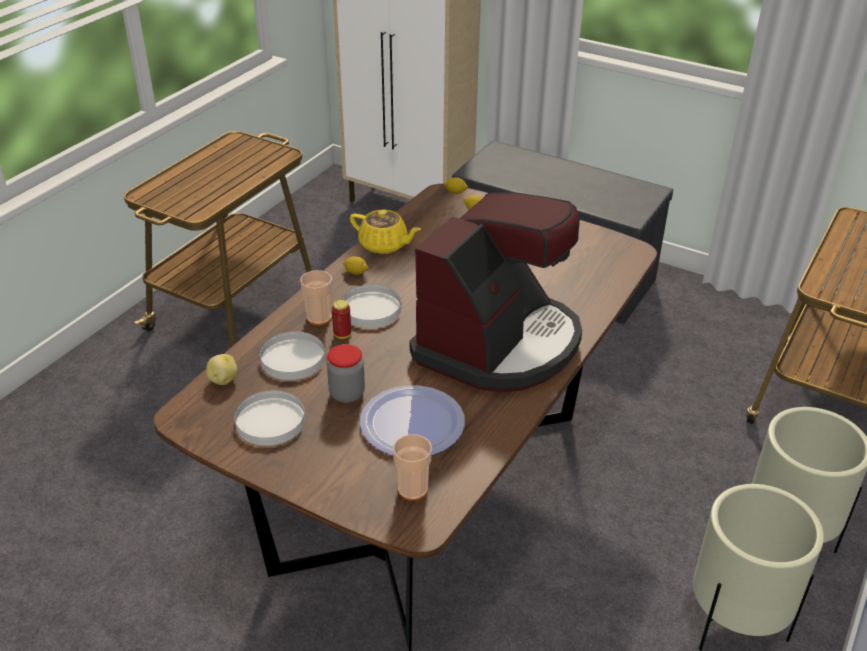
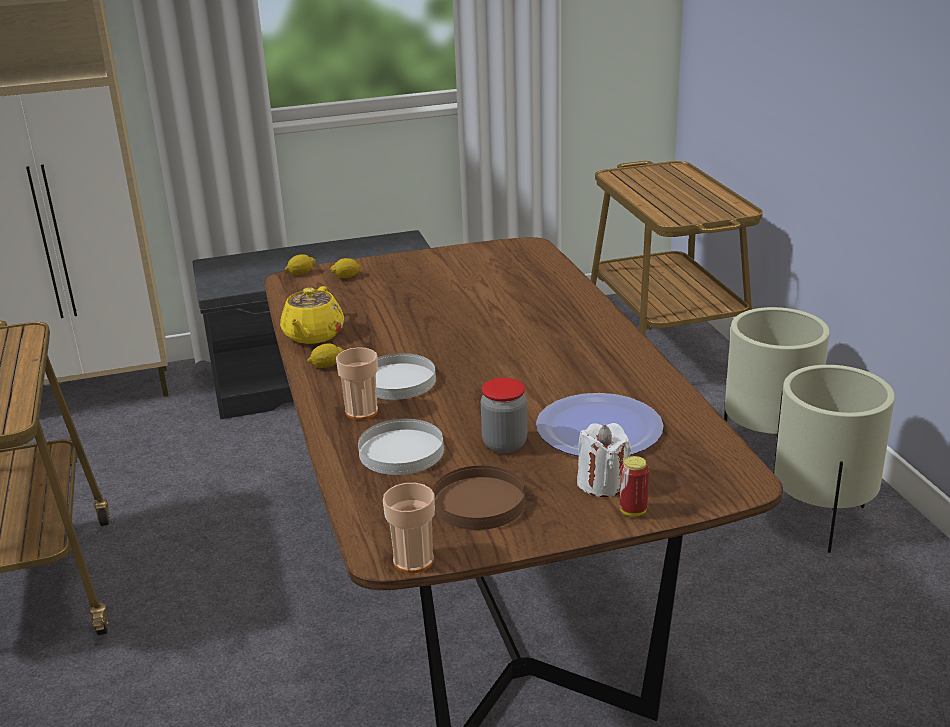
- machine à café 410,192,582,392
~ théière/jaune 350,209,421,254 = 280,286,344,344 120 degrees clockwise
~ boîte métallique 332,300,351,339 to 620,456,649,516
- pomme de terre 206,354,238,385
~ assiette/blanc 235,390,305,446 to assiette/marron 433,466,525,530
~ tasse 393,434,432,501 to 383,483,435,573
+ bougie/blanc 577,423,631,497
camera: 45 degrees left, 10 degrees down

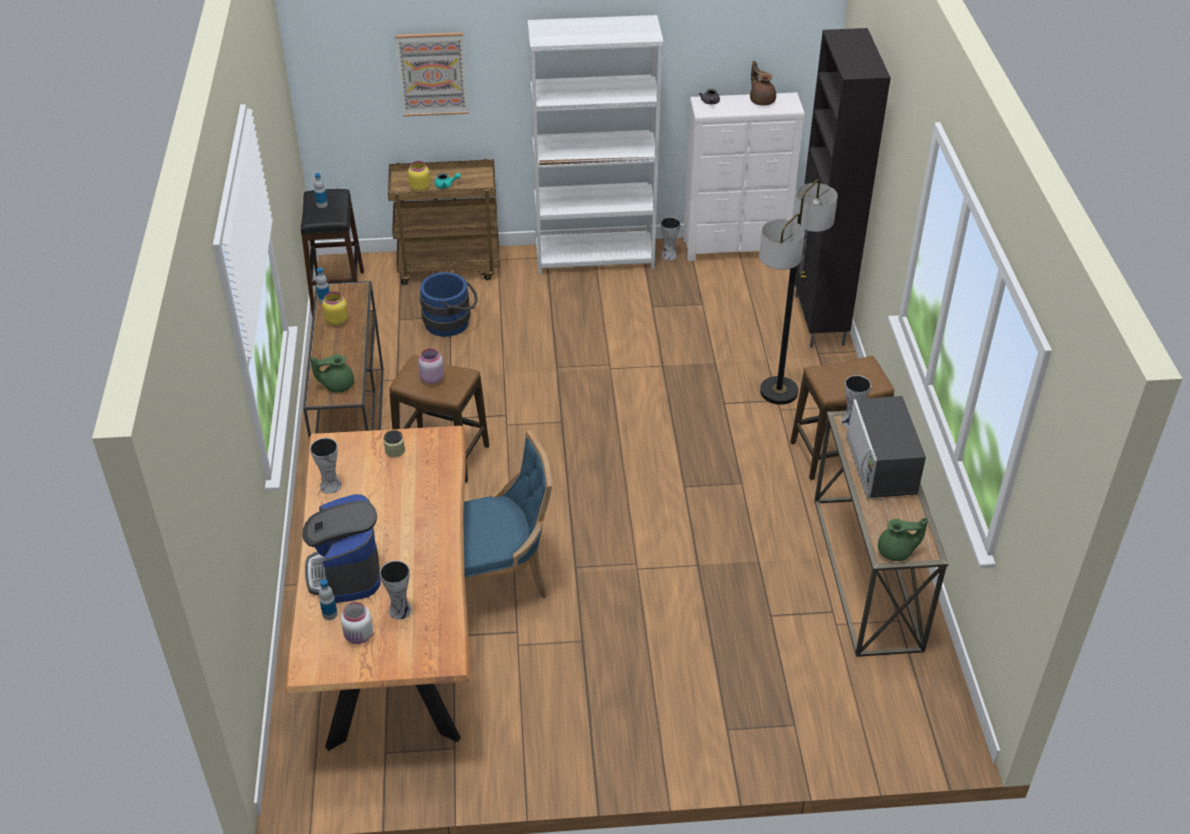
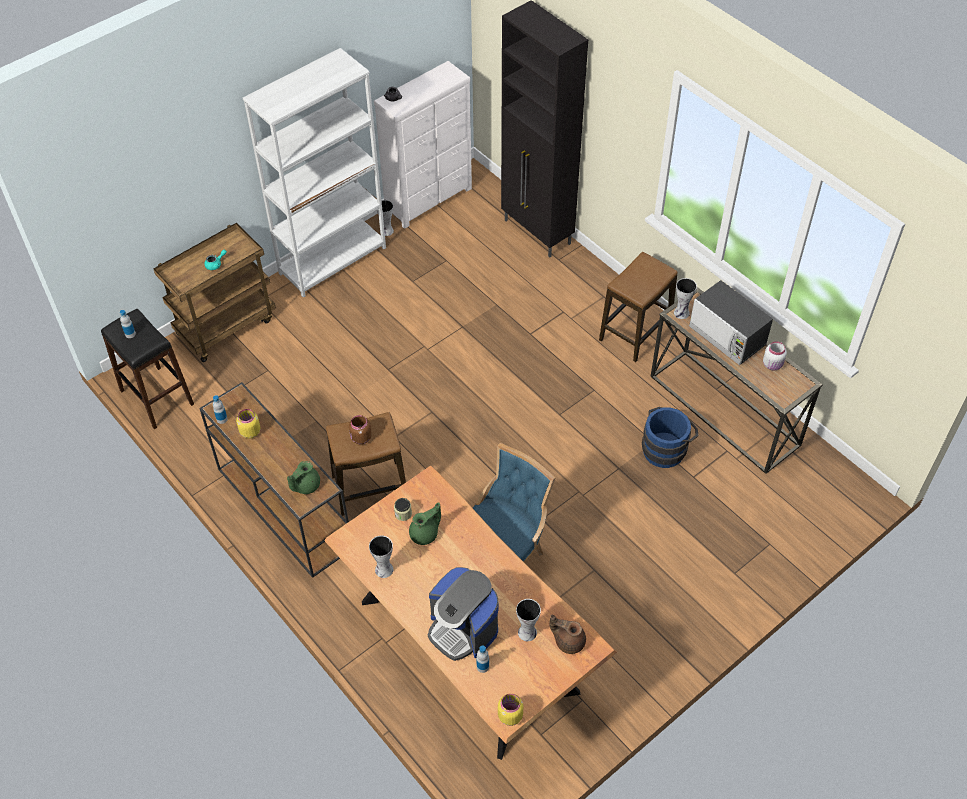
- tableau 395,32,468,117
~ théière/marron 750,61,776,106 to 549,614,586,654
~ bocal/jaune 408,161,430,191 to 498,694,523,726
- lampadaire 759,179,838,405
~ seau/bleu 420,272,478,337 to 642,407,698,468
~ bocal/rose 418,349,444,384 to bocal/marron 349,415,372,444
~ théière/vert 878,518,928,561 to 409,503,441,545
~ bocal/blanc 341,602,373,644 to 763,341,787,371
camera: 35 degrees left, 10 degrees up

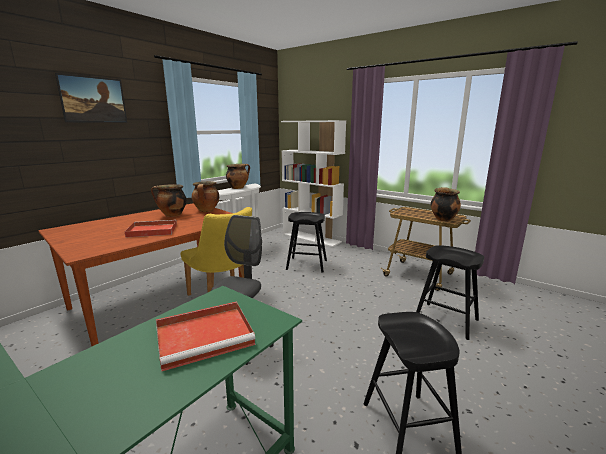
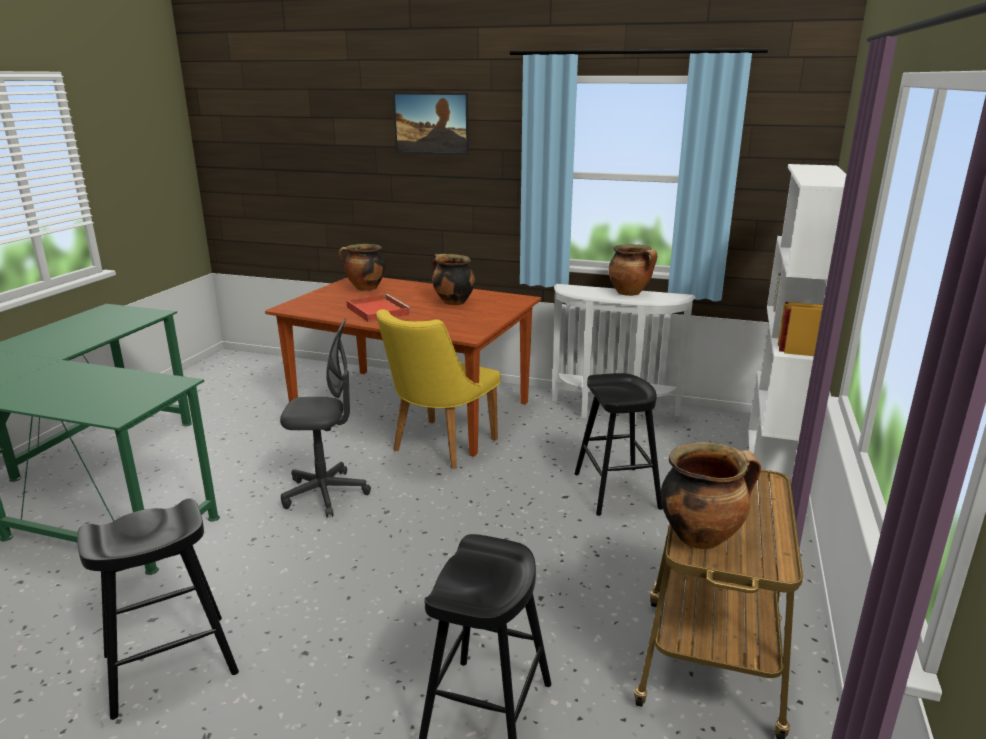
~ marmite 192,181,219,212 to 339,244,385,291
- plateau/rouge 156,302,256,372
camera: 70 degrees right, 5 degrees up

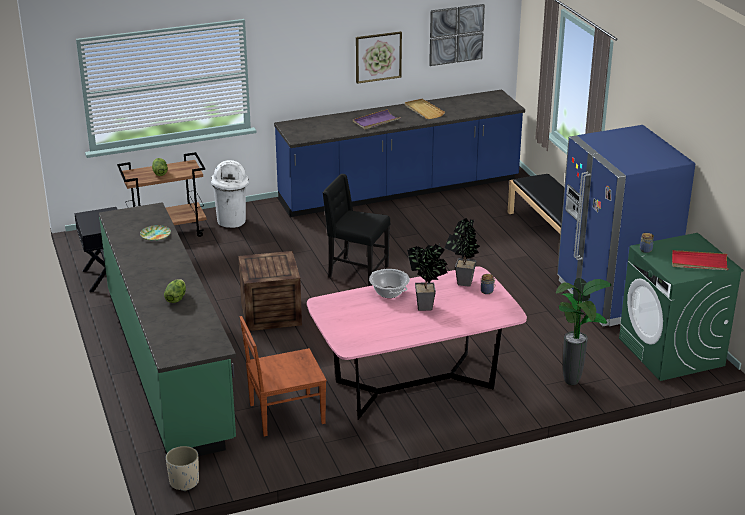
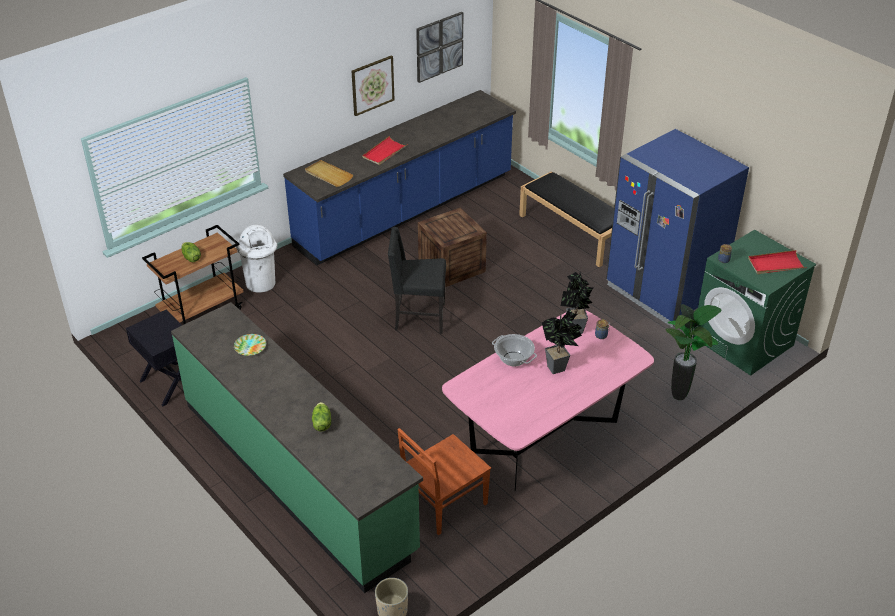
~ plateau/beige 405,99,445,119 to 305,160,353,187
~ plateau/violet 353,109,401,129 to plateau/rouge 362,136,408,165
~ caisse 238,251,302,331 to 418,208,487,287
camera: 20 degrees left, 10 degrees up

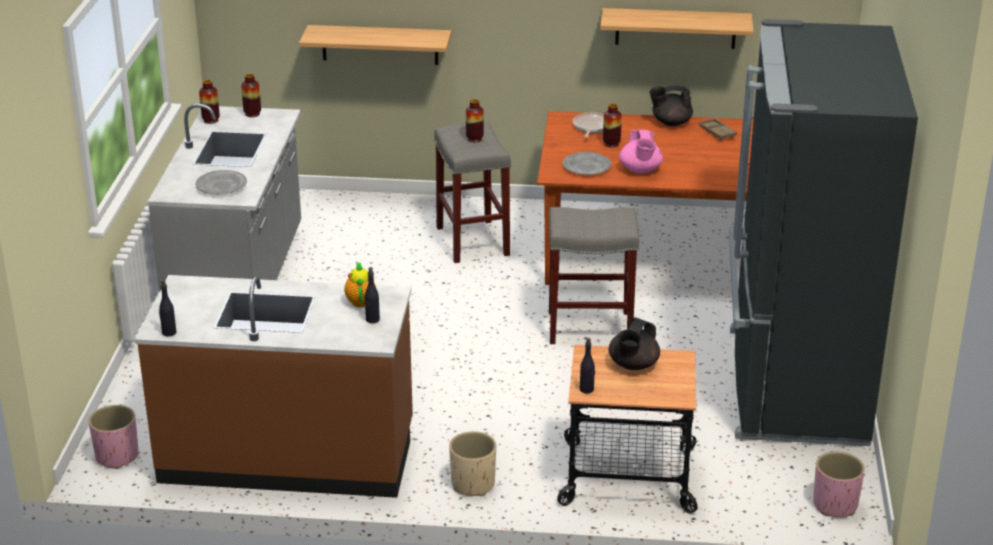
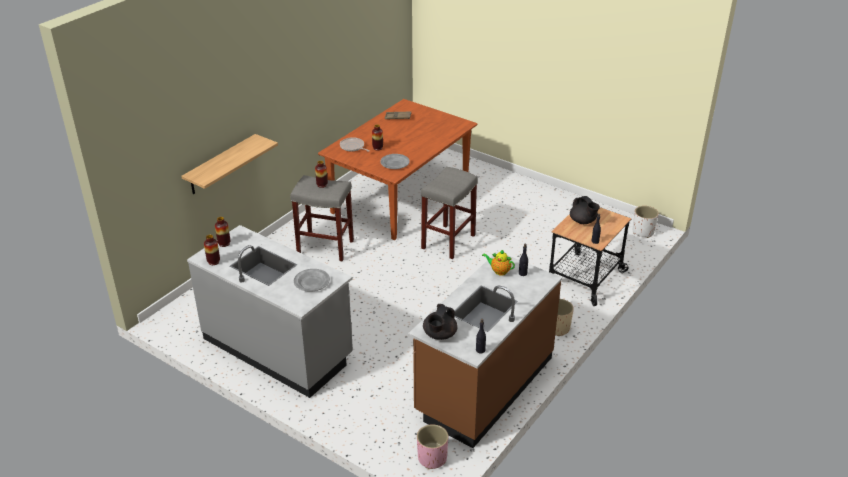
- étagère 600,8,754,49
- réfrigérateur/noir 729,19,918,446
~ théière/noir 649,86,693,126 to 423,304,458,340
- théière/rose 619,130,663,173
~ cache-pot/rose 813,451,865,517 to cache-pot/blanc 633,206,659,238
camera: 60 degrees left, 5 degrees up

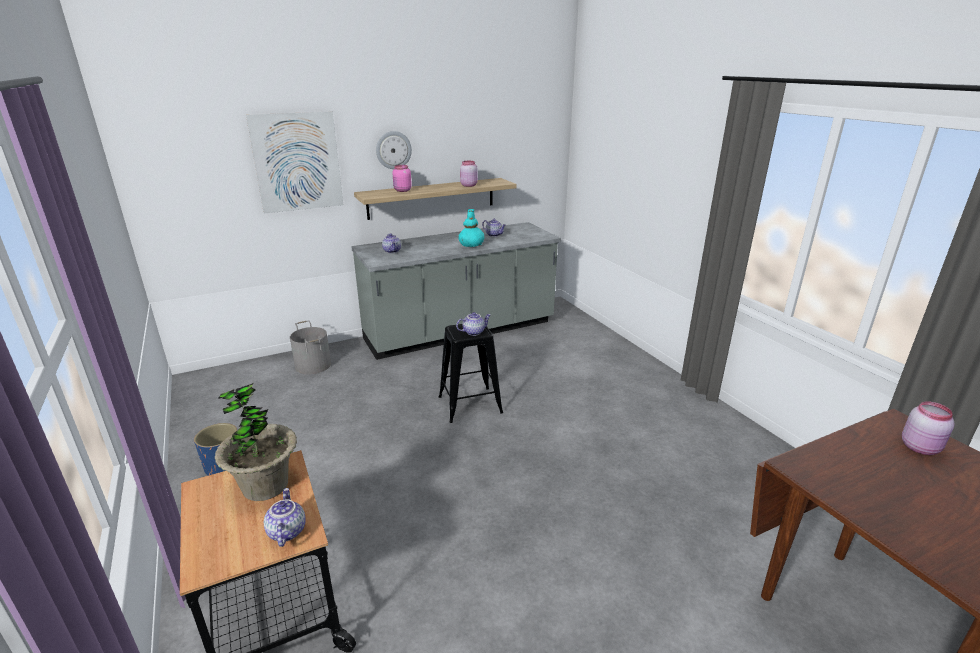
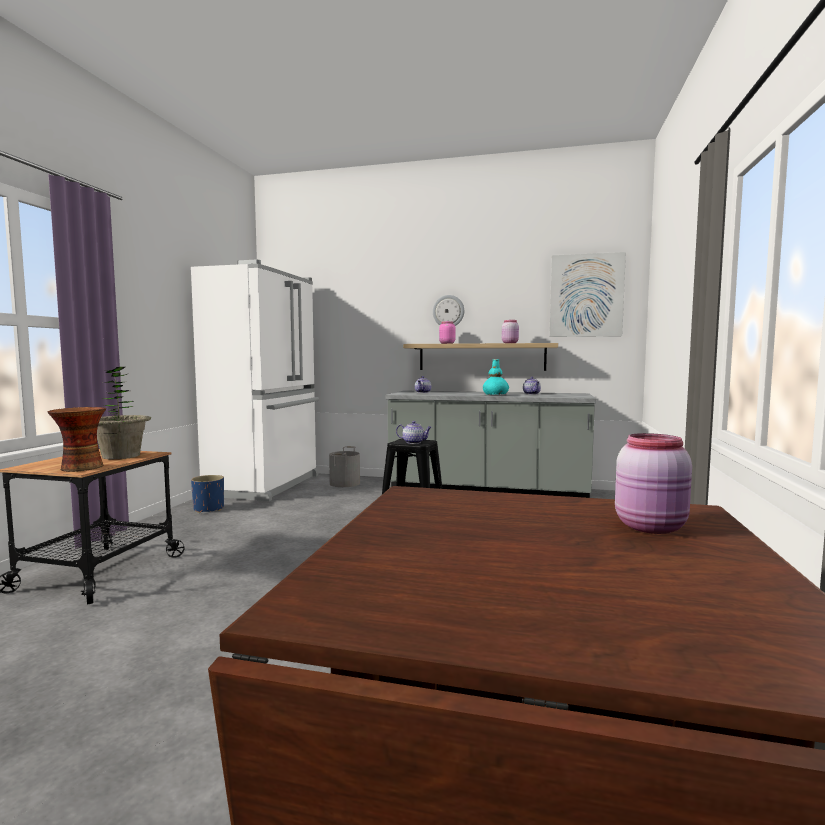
~ tableau 246,111,343,214 to 549,252,626,337
~ théière 264,488,306,547 to vase 48,407,106,472
+ réfrigérateur/blanc 191,260,319,501
camera: 40 degrees right, 20 degrees down

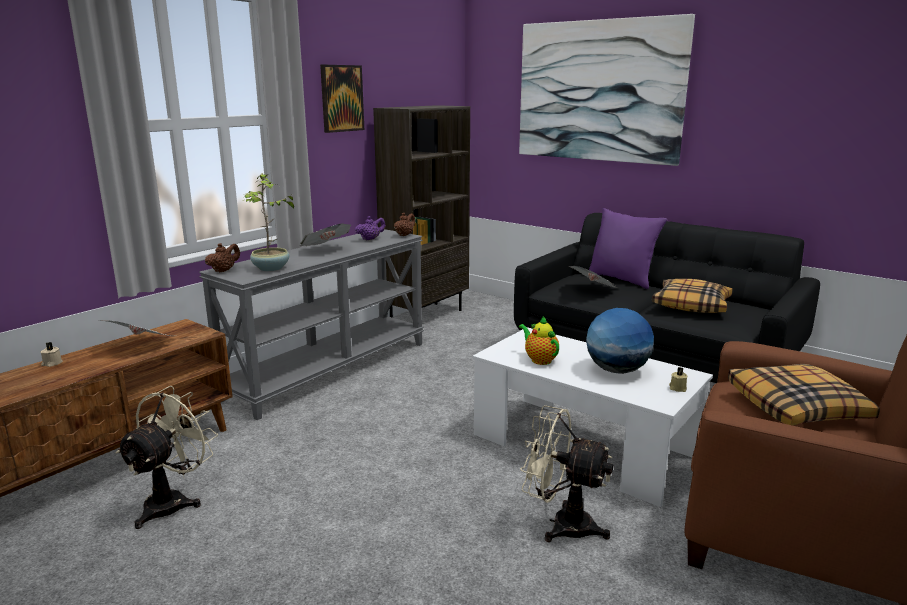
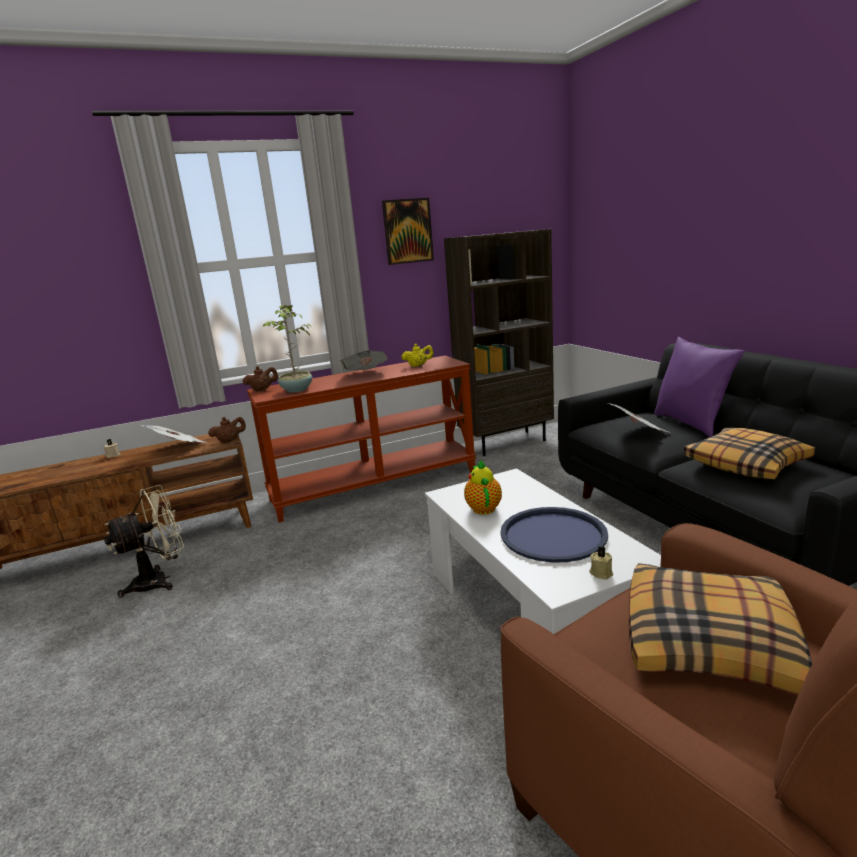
- tableau 519,14,695,166
~ théière/marron 394,213,415,236 to 208,417,246,443
~ théière/violet 355,216,386,240 to théière/jaune 401,344,434,367
~ table console/gris 199,229,424,420 to table console/marron 247,355,476,523
~ globe 586,308,654,374 to plateau/bleu 500,507,608,563
- ventilateur/beige 520,405,613,542
camera: 30 degrees right, 0 degrees up

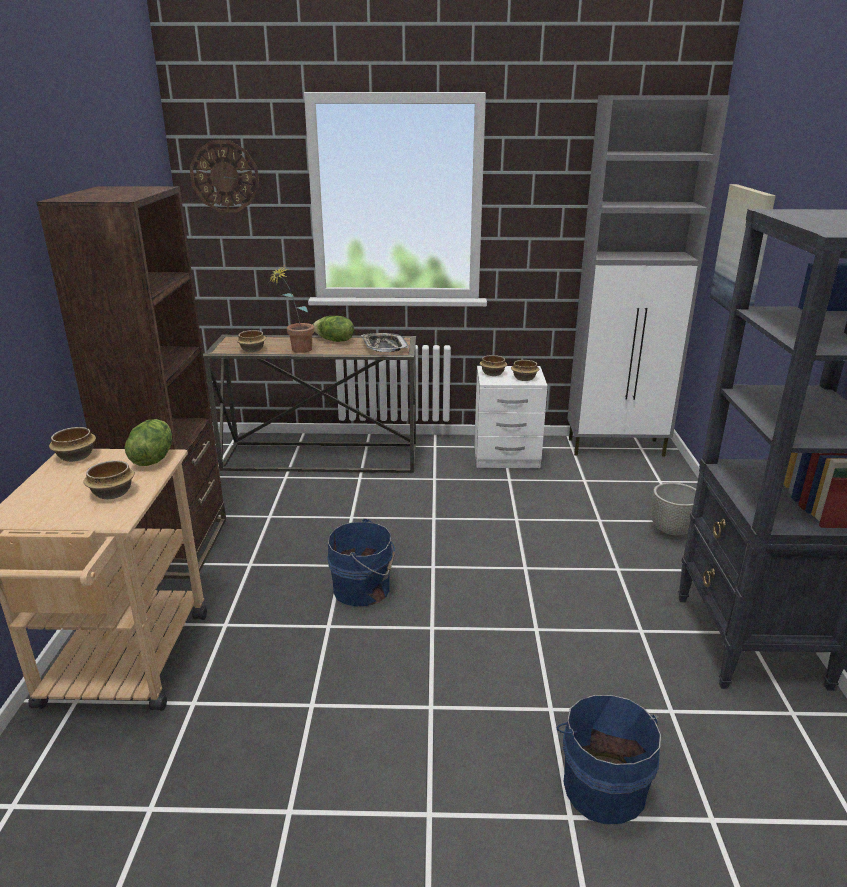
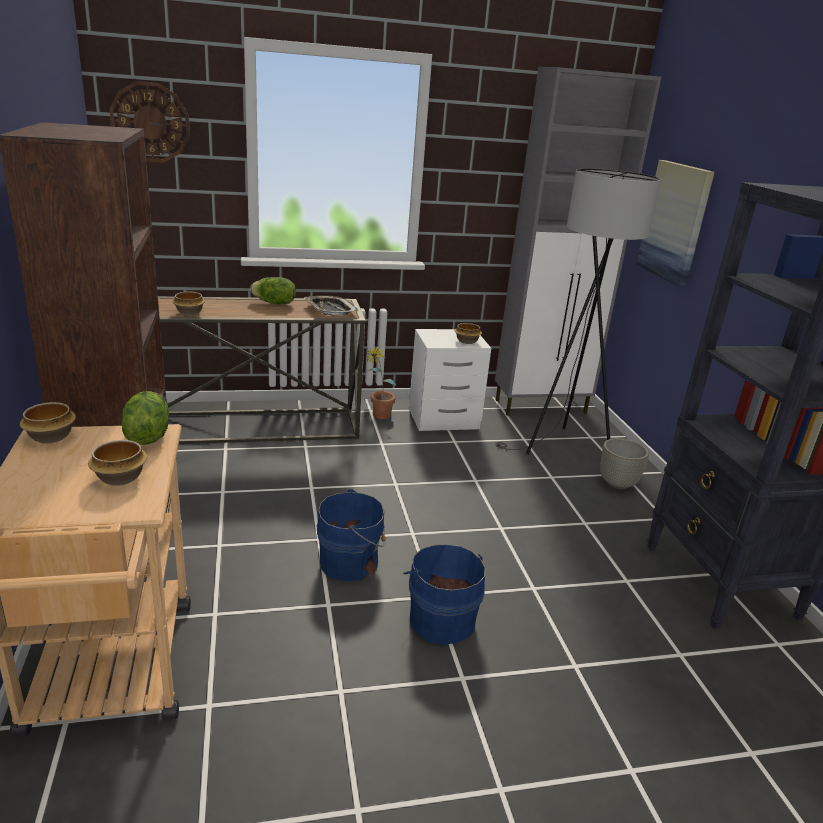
~ plante en pot 269,266,314,353 to 365,345,396,419
- bol 480,355,507,376
~ seau/bleu 557,695,661,824 to 403,544,486,645
+ lampadaire/gris 495,168,661,454
camera: 15 degrees left, 0 degrees up

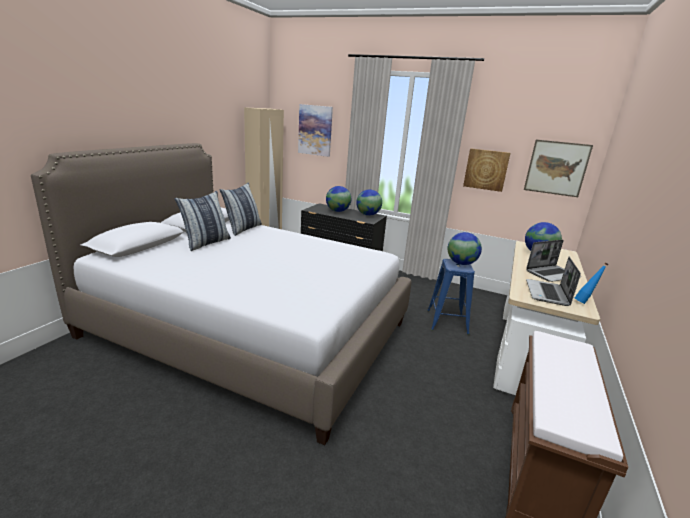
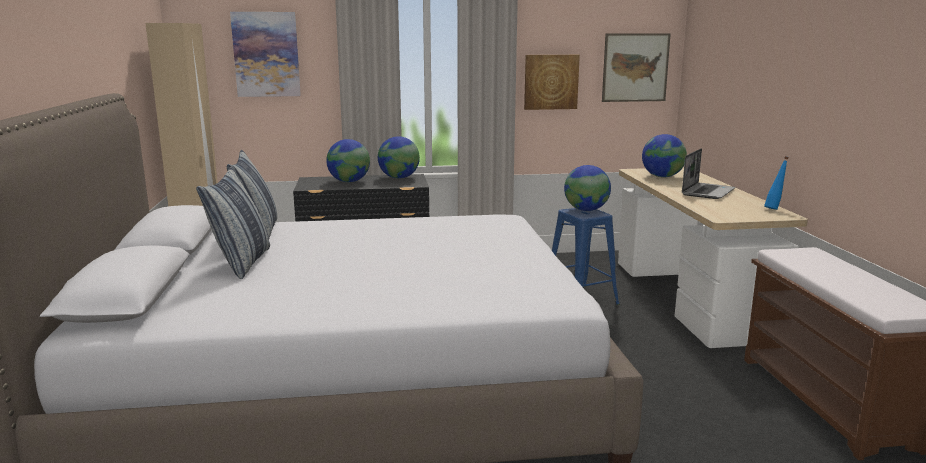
- ordinateur portable 526,257,581,306
camera: 30 degrees left, 5 degrees down

